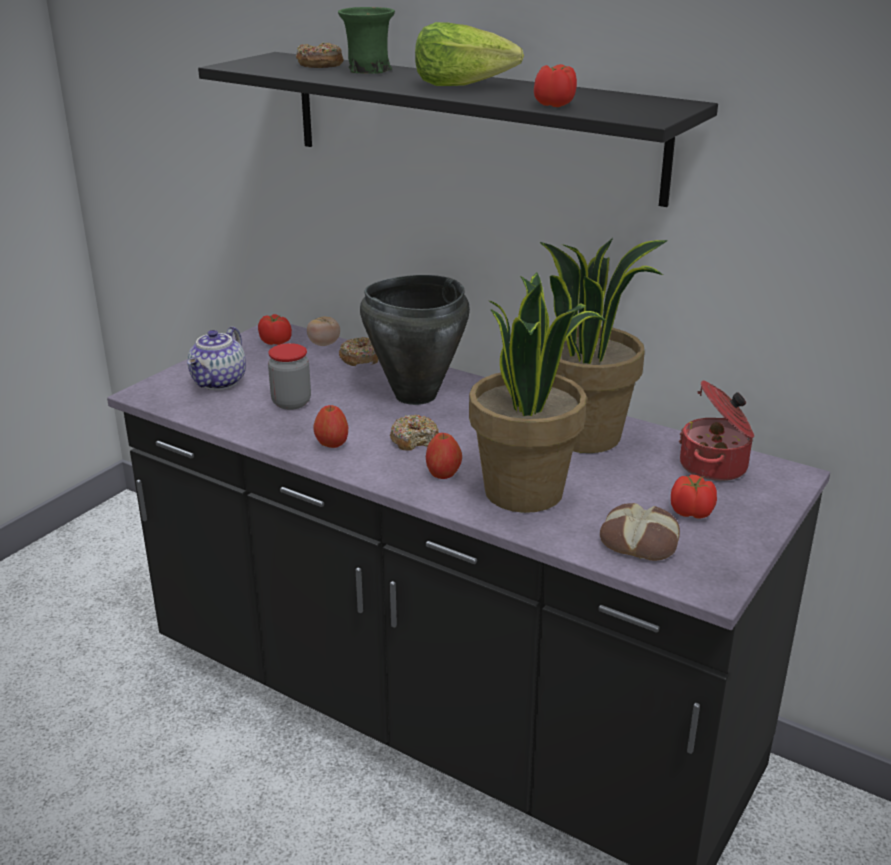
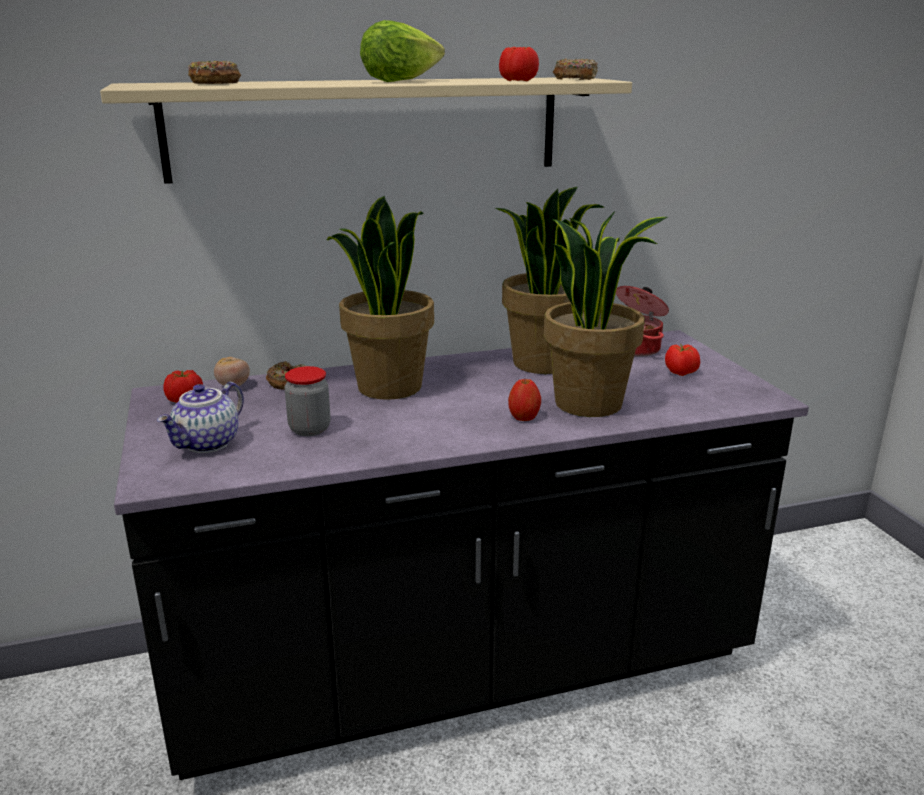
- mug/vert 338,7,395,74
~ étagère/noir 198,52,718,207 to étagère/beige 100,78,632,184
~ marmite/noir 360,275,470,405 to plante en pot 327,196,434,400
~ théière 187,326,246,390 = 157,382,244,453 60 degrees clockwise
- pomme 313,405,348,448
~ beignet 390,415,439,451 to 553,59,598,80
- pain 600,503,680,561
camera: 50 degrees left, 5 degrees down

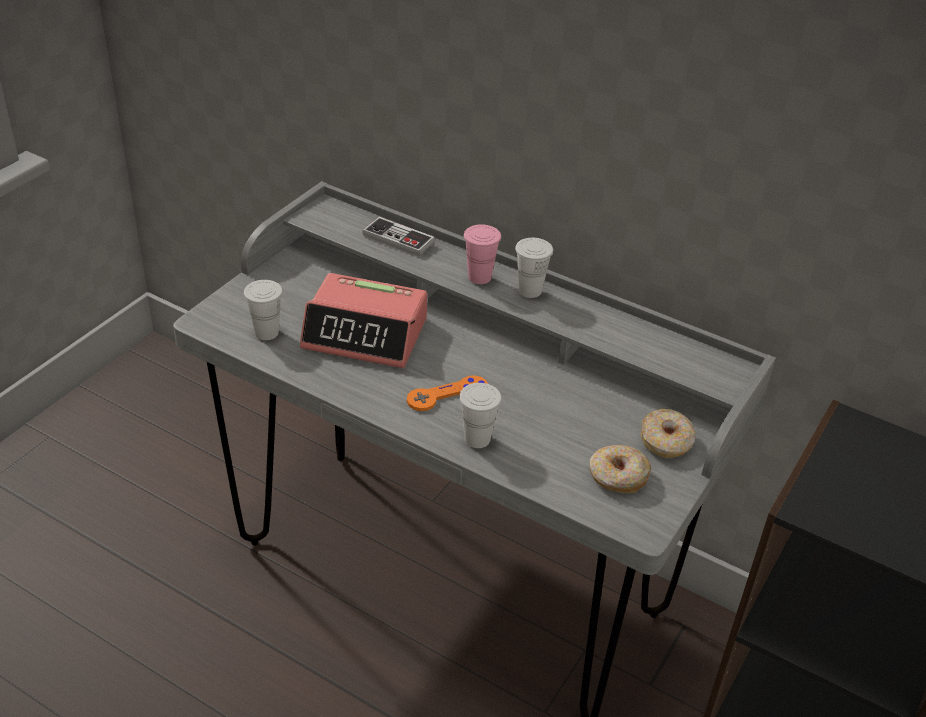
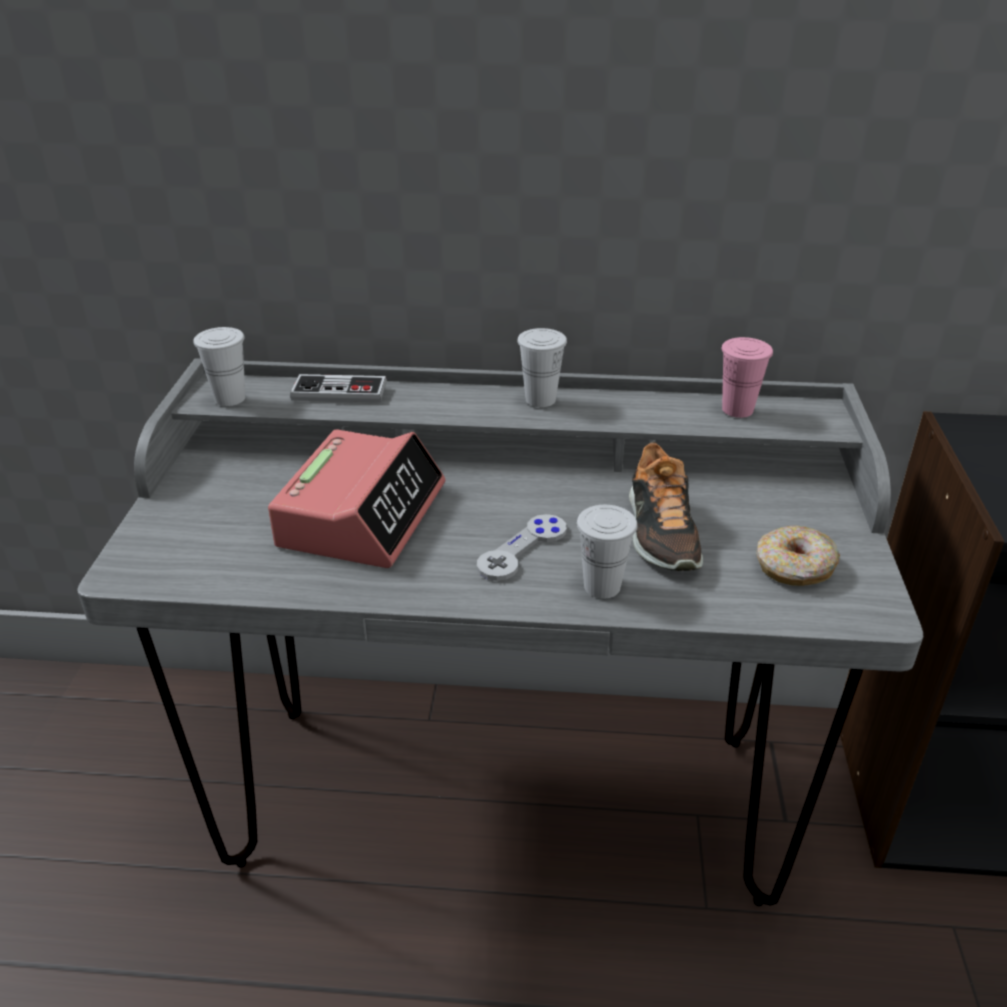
~ tasse/rose 464,224,501,284 to 721,337,773,418
~ réveil 300,273,427,368 = 268,429,445,568 60 degrees counterclockwise
~ tasse/blanc 244,280,283,340 to 194,327,245,406
~ manette/orange 407,375,488,411 to manette/gris 477,514,566,581
- beignet 640,409,696,458
+ chaussure 629,441,703,571
camera: 25 degrees left, 5 degrees down

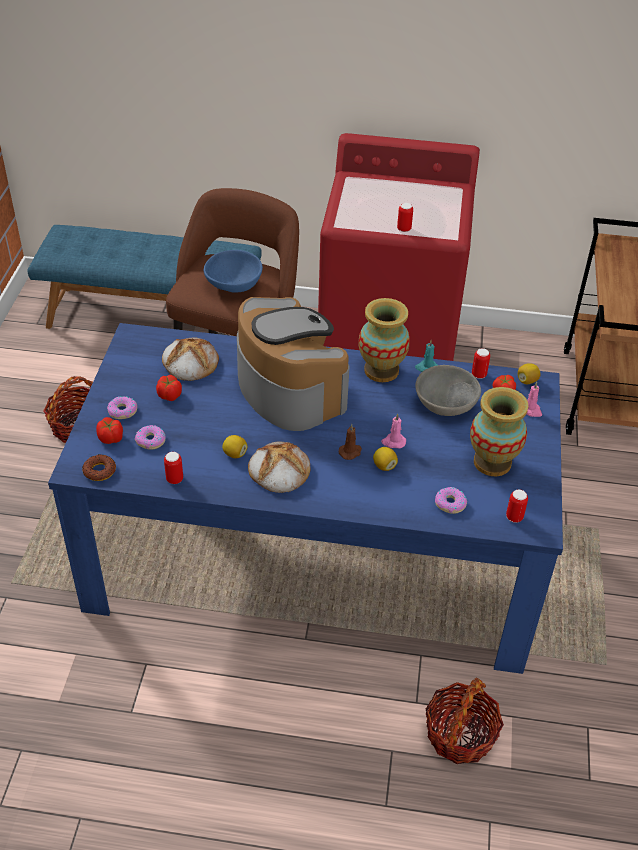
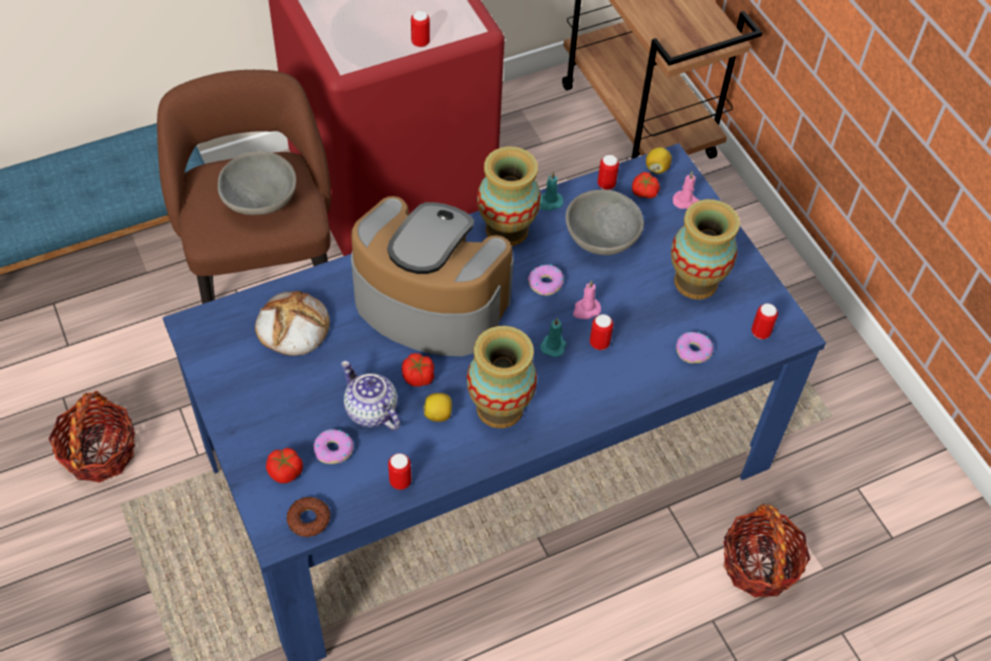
~ bol/bleu 204,250,263,293 to bol/gris 218,151,296,215
~ tomate 156,375,182,401 to 402,353,434,387
~ beignet 107,396,137,419 to 528,264,564,296
~ bougie/marron 339,424,362,460 to bougie/turquoise 540,318,566,357
~ pain 248,442,311,493 to vase 467,326,537,428
~ citron 373,447,398,471 to boîte métallique 590,314,613,350
+ théière 341,361,400,431
camera: 35 degrees left, 10 degrees up

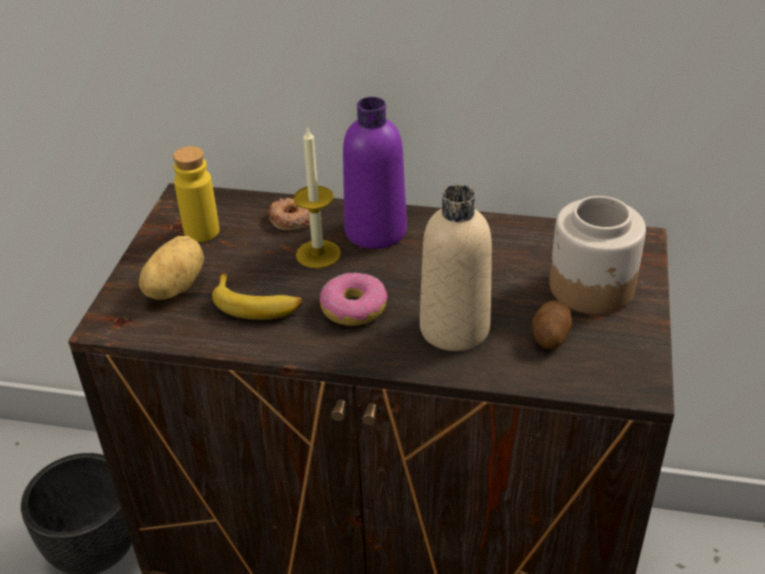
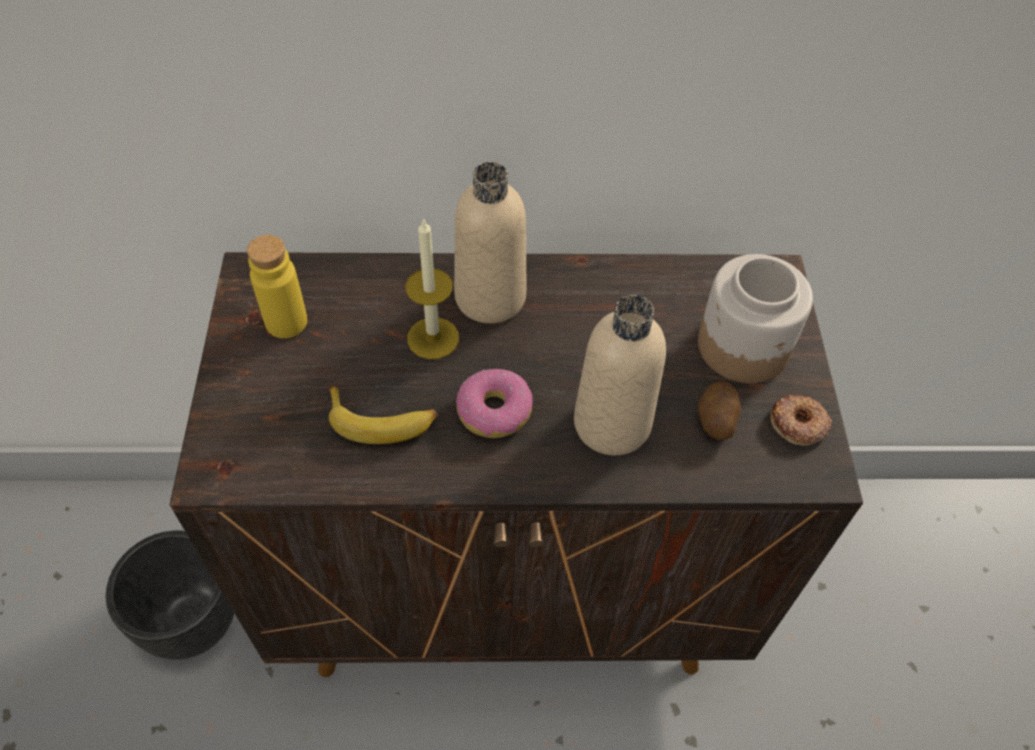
~ bouteille/violet 343,97,407,249 to bouteille/beige 454,162,526,323
~ beignet 268,197,310,230 to 770,394,832,446
- pomme de terre 139,236,204,300
camera: 15 degrees left, 15 degrees up

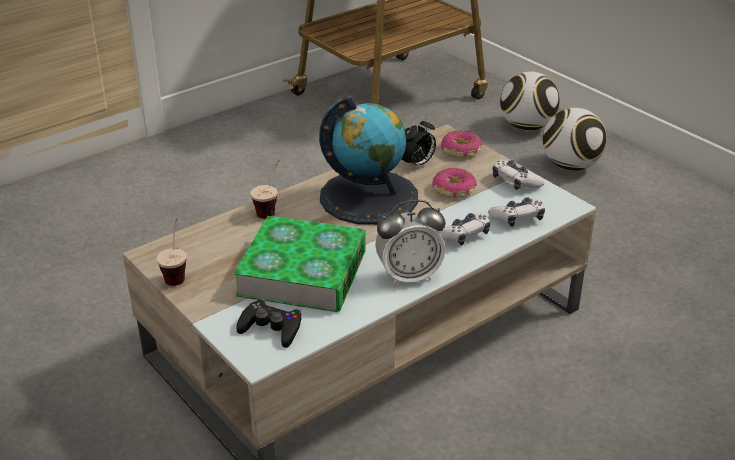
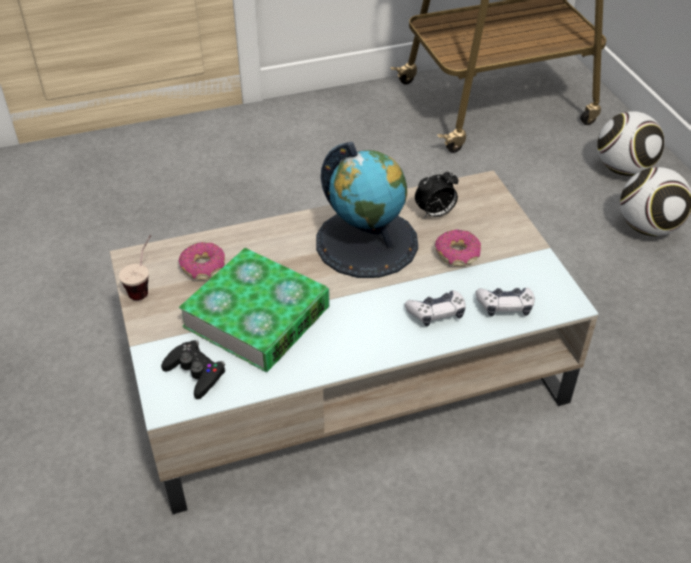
~ beignet 441,130,483,158 to 179,242,225,280
- tasse 250,159,280,219
- manette 492,160,544,190
- réveil 375,200,446,286
camera: 20 degrees right, 10 degrees up

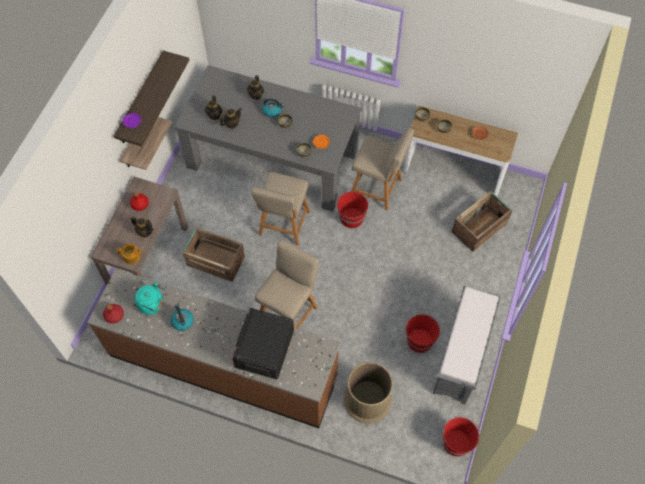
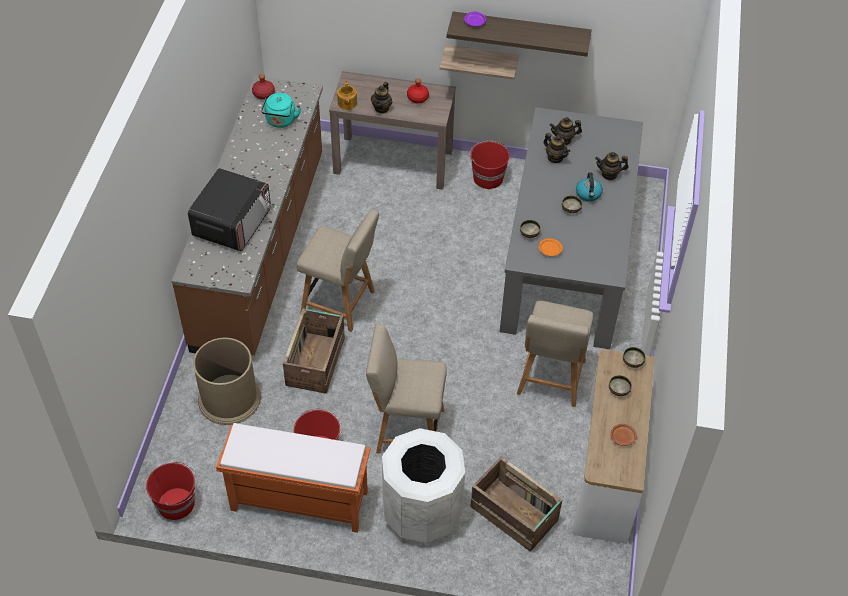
~ chaise/beige 252,172,310,245 to 366,324,447,454
~ seau/rouge 336,192,368,228 to 469,141,510,189
~ caisse 183,228,245,282 to 283,308,345,394
~ banc/gris 433,286,501,404 to banc/orange 216,423,370,533
- bouilloire 171,304,194,331
~ micro-ondes 231,308,294,379 = 188,168,271,251 105 degrees clockwise
+ poubelle/blanc 382,428,465,543
camera: 80 degrees right, 10 degrees down

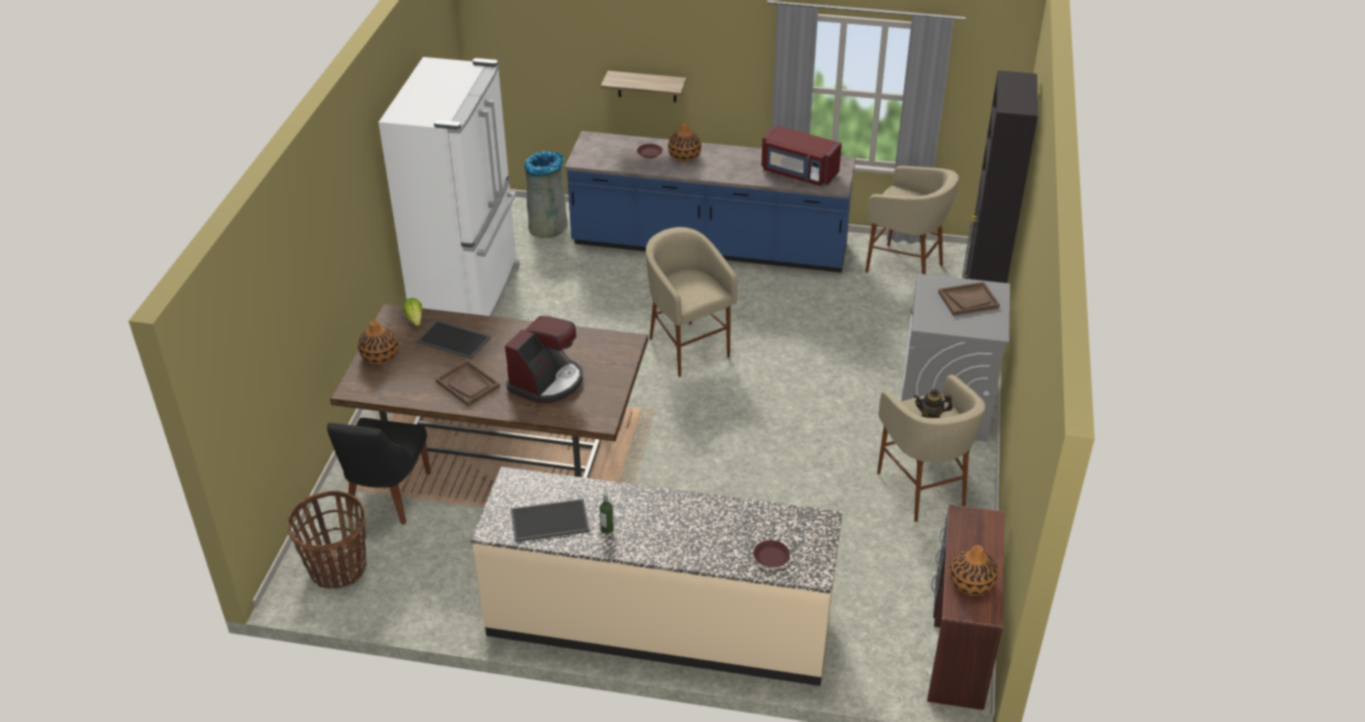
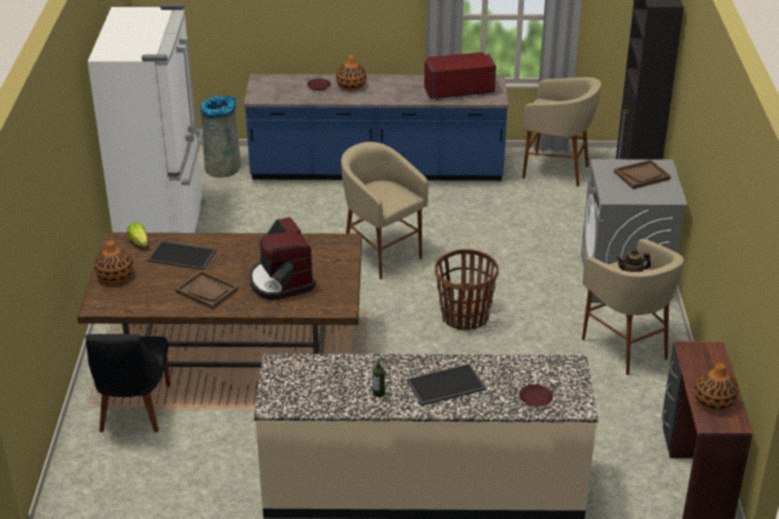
- étagère 601,71,687,102
~ micro-ondes/rouge 761,125,842,186 = 424,52,496,100 150 degrees clockwise
~ machine à café 505,316,583,403 = 249,217,316,300 135 degrees clockwise
~ panier 287,490,367,589 to 435,249,499,330
~ plateau 511,499,590,542 to 406,363,486,406
camera: 10 degrees left, 5 degrees down

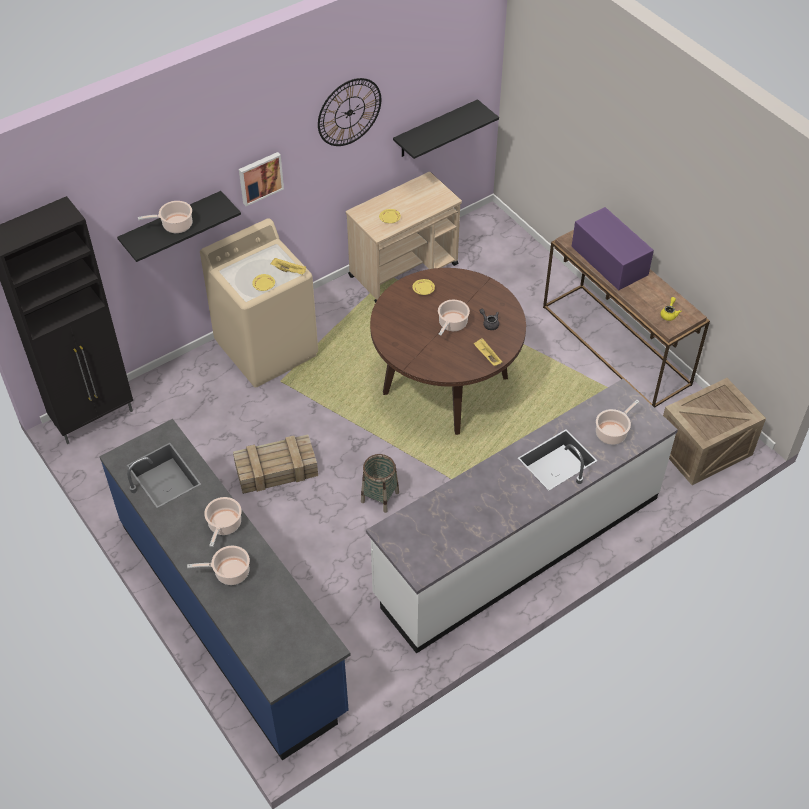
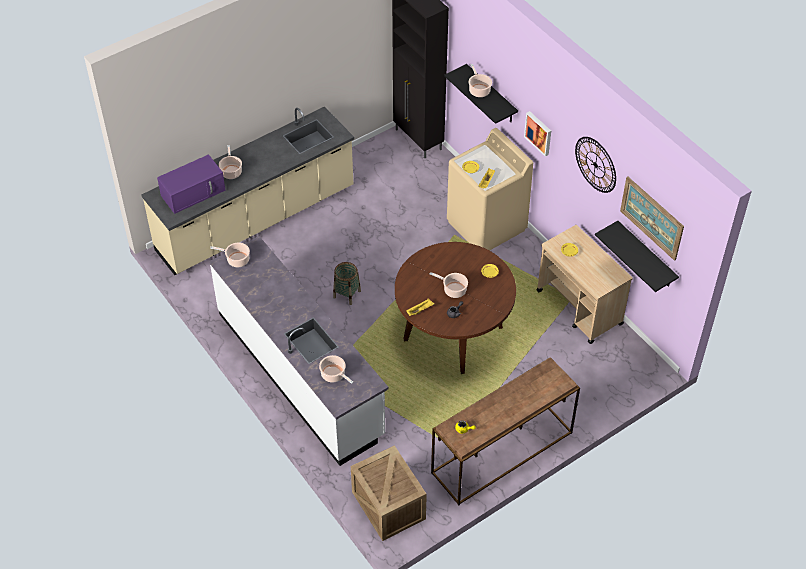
~ micro-ondes/violet 572,207,654,290 to 157,154,226,214
~ comptoir de cuisine/bleu 99,419,351,760 to comptoir de cuisine/beige 141,106,354,275
- caisse 233,434,318,494
~ marmite 204,497,242,547 to 210,243,250,267
+ tableau 620,177,684,261
camera: 90 degrees right, 0 degrees up

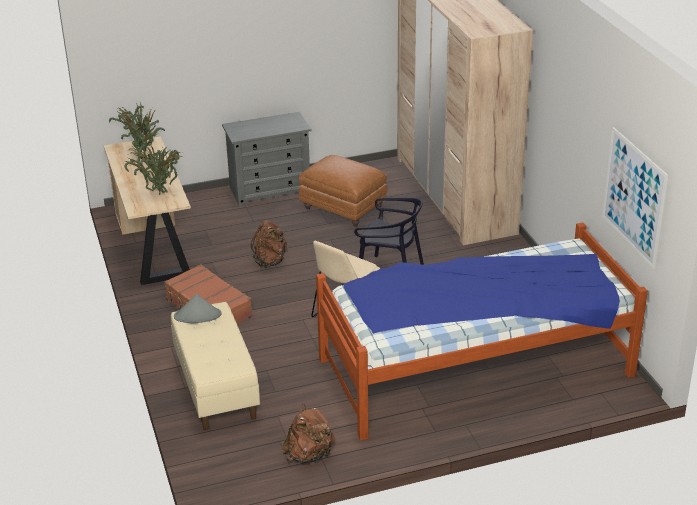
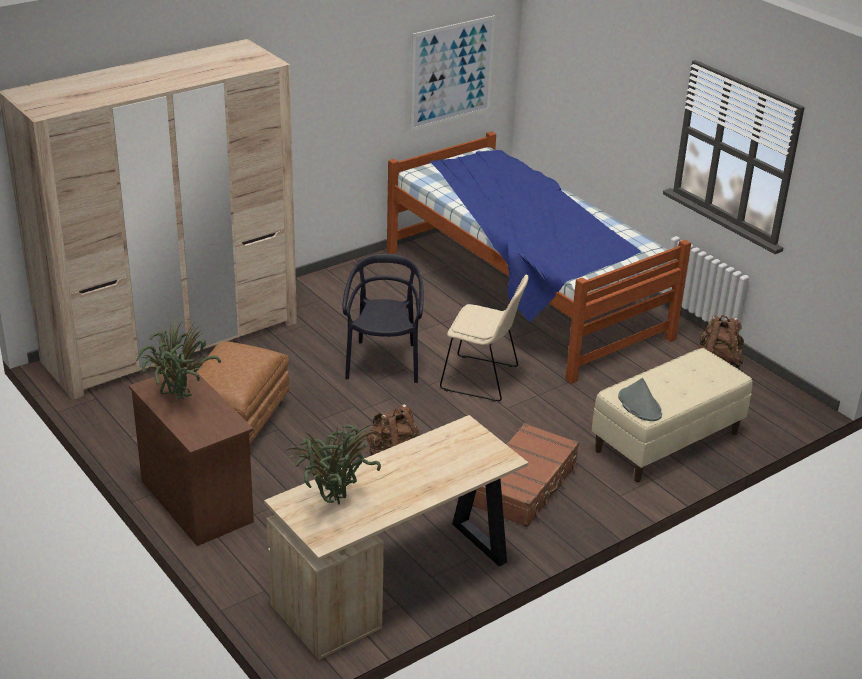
~ commode/gris 222,112,311,206 to commode/marron 129,369,254,546
~ plante en pot 124,144,184,195 to 136,317,221,399
camera: 110 degrees left, 0 degrees up

